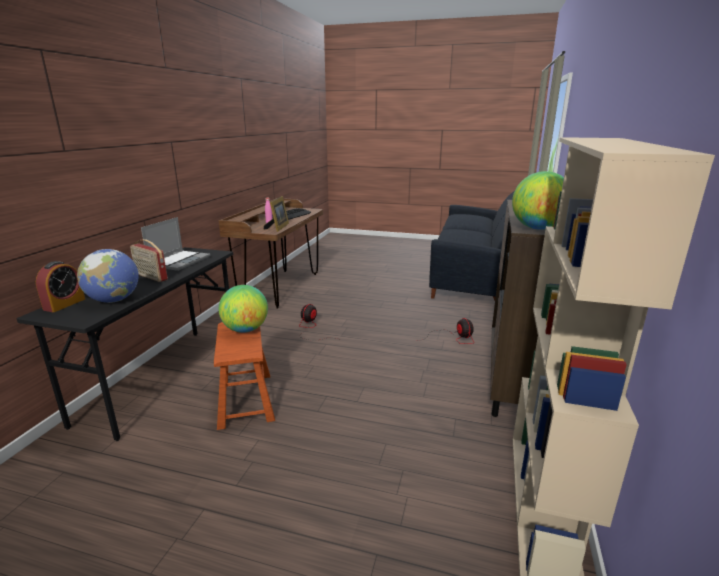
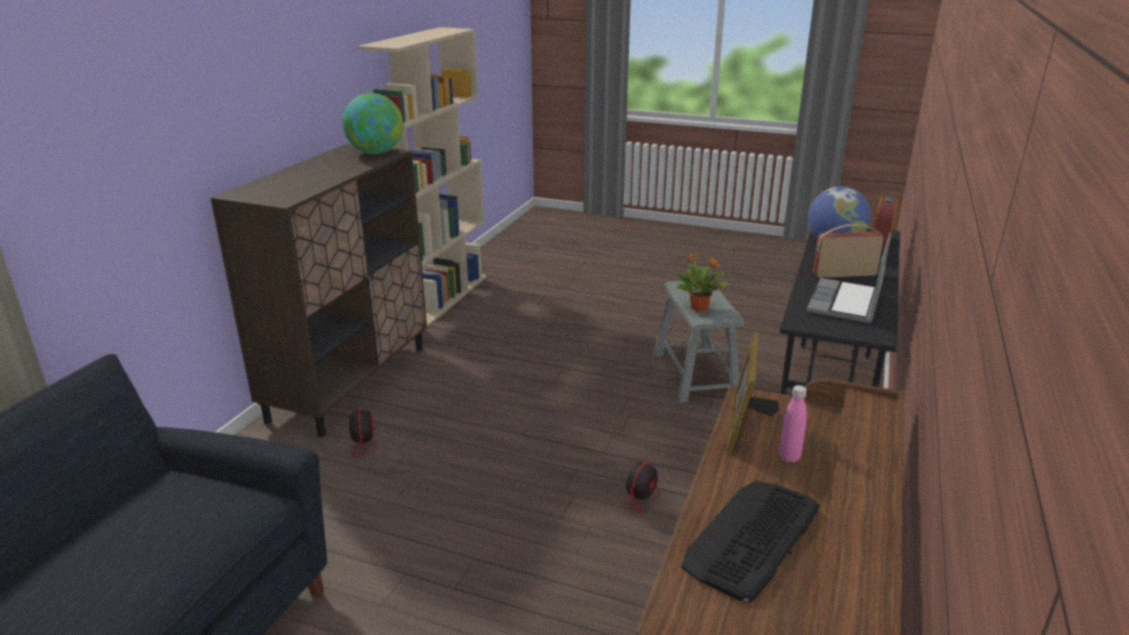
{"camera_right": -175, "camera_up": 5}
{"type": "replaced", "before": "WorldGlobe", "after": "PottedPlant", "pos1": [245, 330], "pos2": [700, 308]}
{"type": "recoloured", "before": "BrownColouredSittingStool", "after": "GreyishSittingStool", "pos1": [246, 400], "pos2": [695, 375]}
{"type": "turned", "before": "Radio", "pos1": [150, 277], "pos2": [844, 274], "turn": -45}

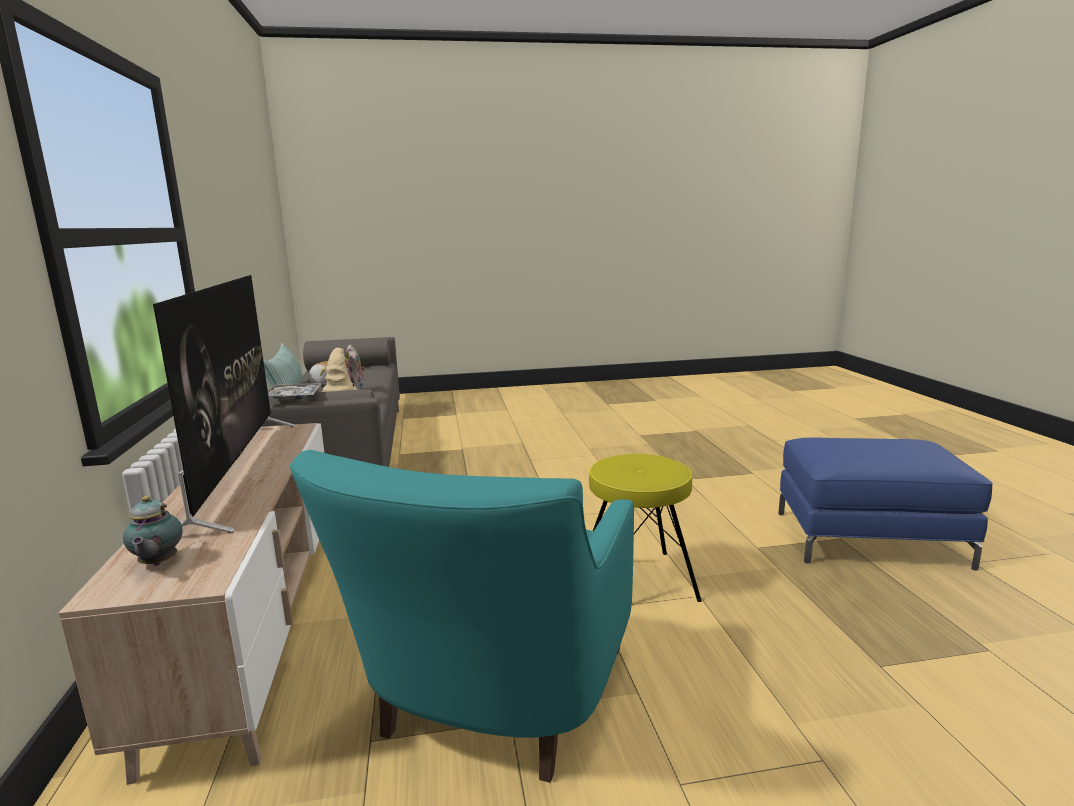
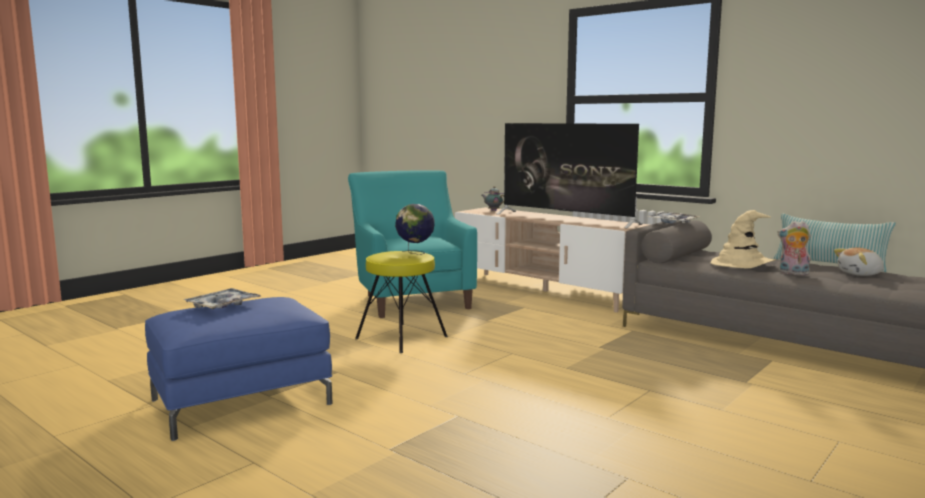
{"camera_right": 140, "camera_up": -5}
{"type": "added", "after": "Tray", "pos2": [222, 305]}
{"type": "added", "after": "WorldGlobe", "pos2": [415, 253]}

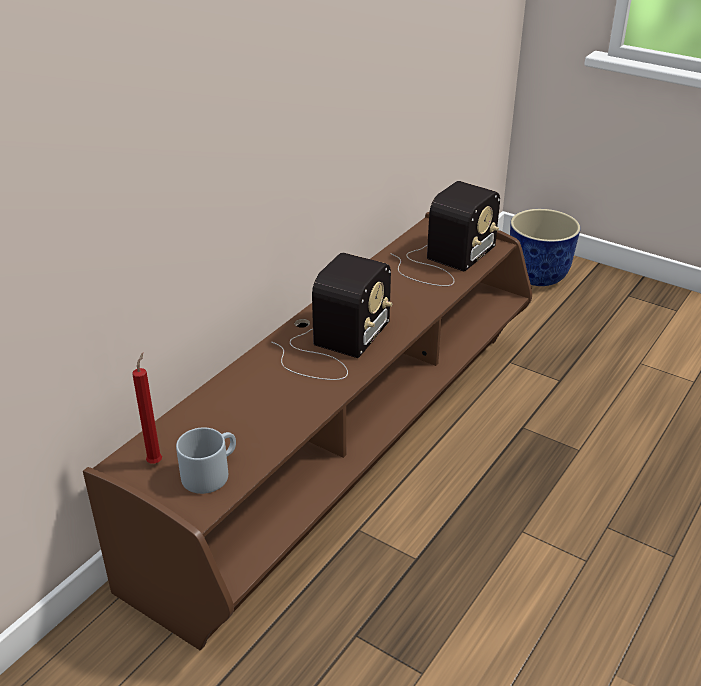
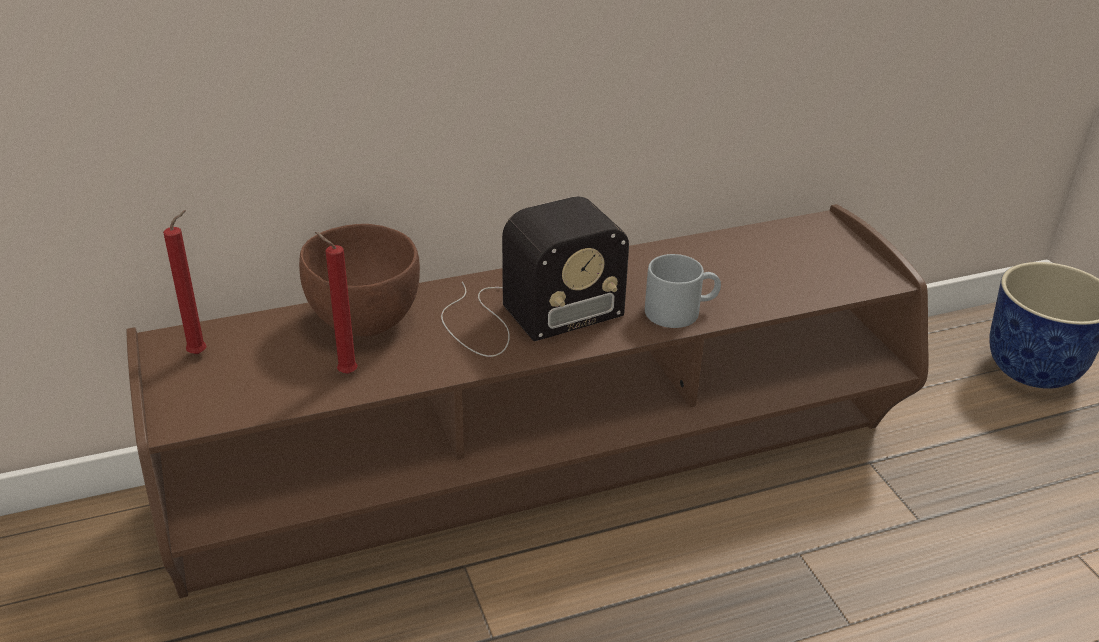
{"camera_right": 35, "camera_up": 0}
{"type": "removed", "before": "Radio", "pos1": [444, 260]}
{"type": "added", "after": "BrownColouredDeepDish", "pos2": [364, 320]}
{"type": "added", "after": "RedColouredCandle", "pos2": [344, 373]}
{"type": "moved", "before": "GreyishTeaMug", "pos1": [211, 472], "pos2": [680, 311]}

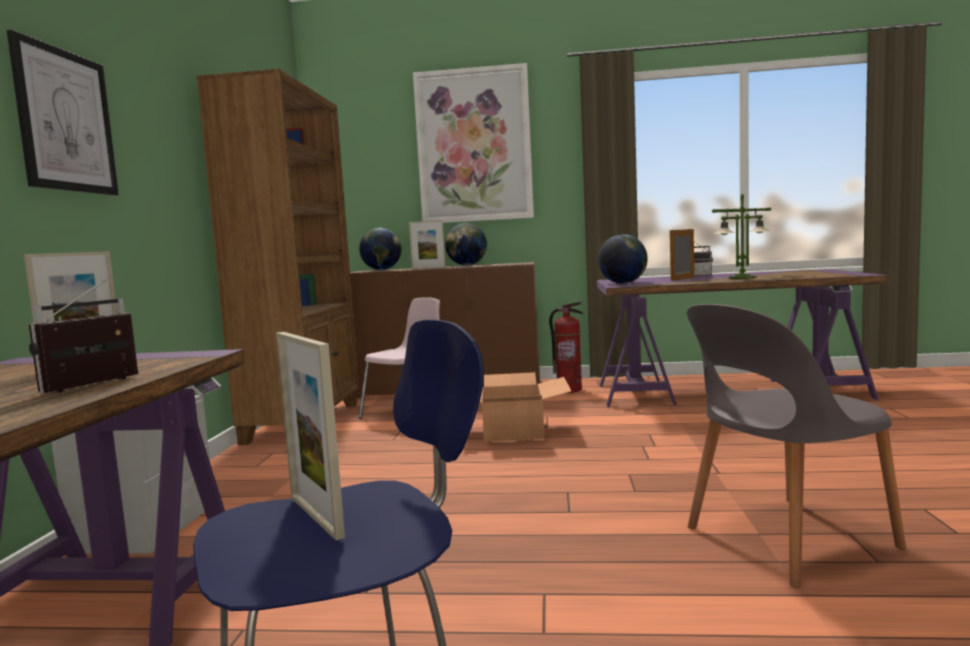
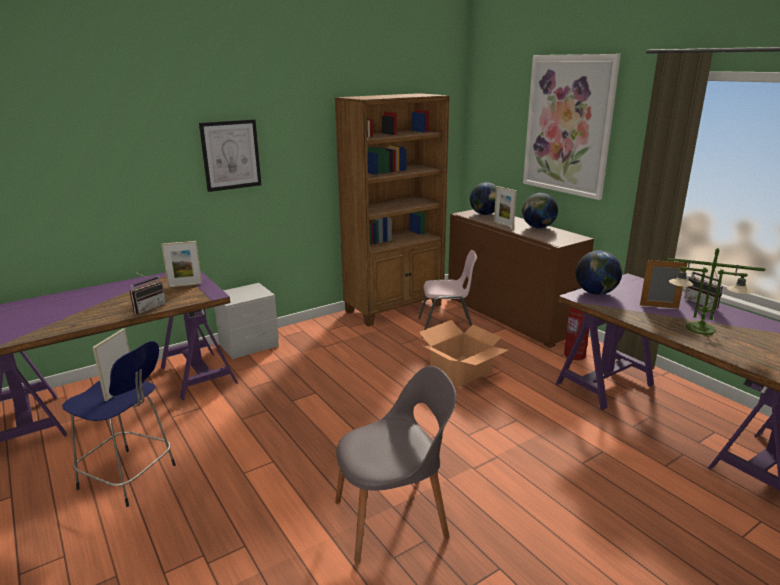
{"camera_right": 50, "camera_up": 15}
{"type": "turned", "before": "Radio", "pos1": [95, 386], "pos2": [148, 308], "turn": 135}
{"type": "turned", "before": "GreyishUprightChair", "pos1": [786, 539], "pos2": [394, 518], "turn": 135}

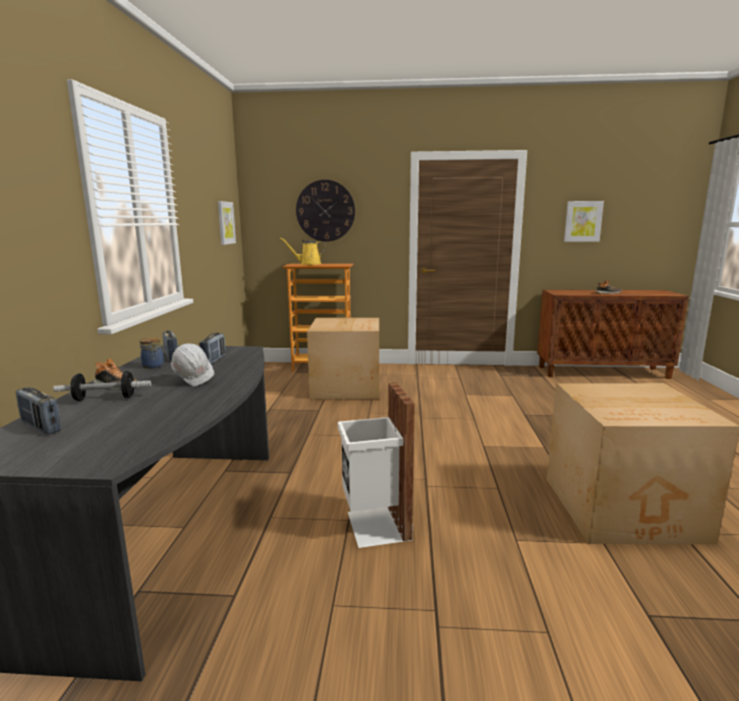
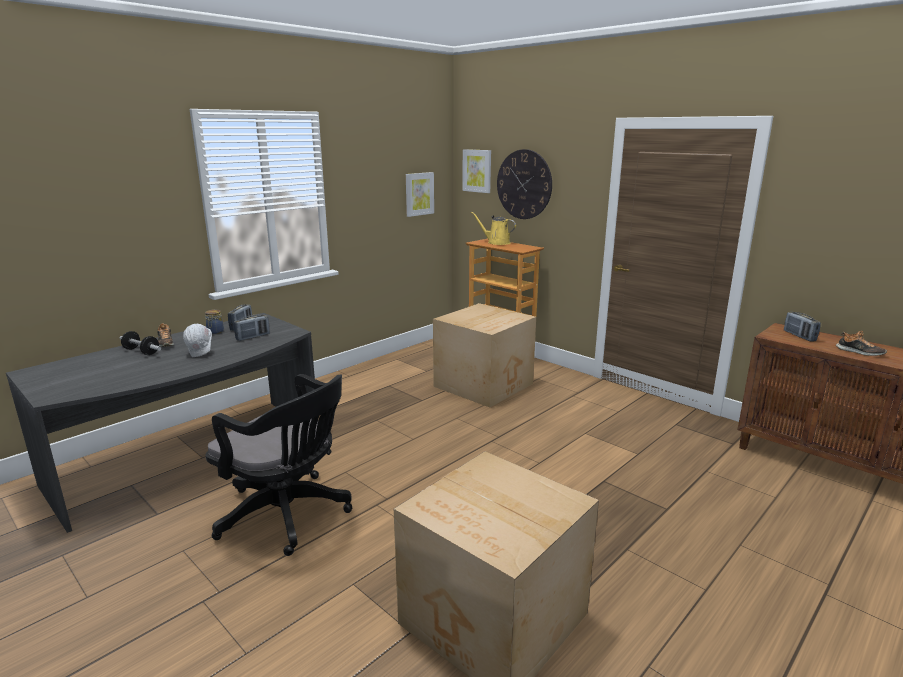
{"camera_right": 40, "camera_up": 5}
{"type": "moved", "before": "Radio", "pos1": [41, 427], "pos2": [799, 336]}
{"type": "moved", "before": "WallArt", "pos1": [583, 221], "pos2": [477, 171]}
{"type": "replaced", "before": "WhiteColouredRubbishBin", "after": "BlackColouredDeskChair", "pos1": [375, 526], "pos2": [289, 515]}

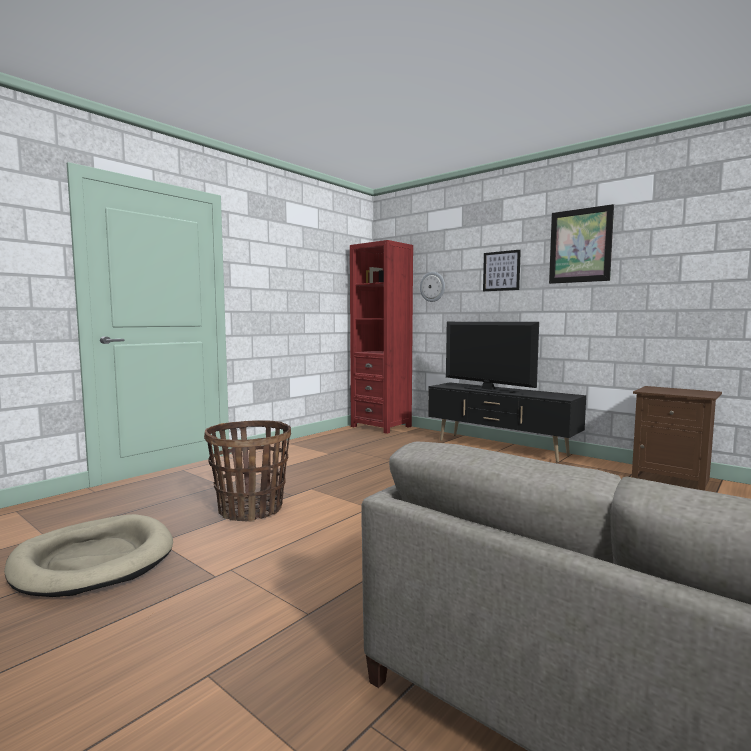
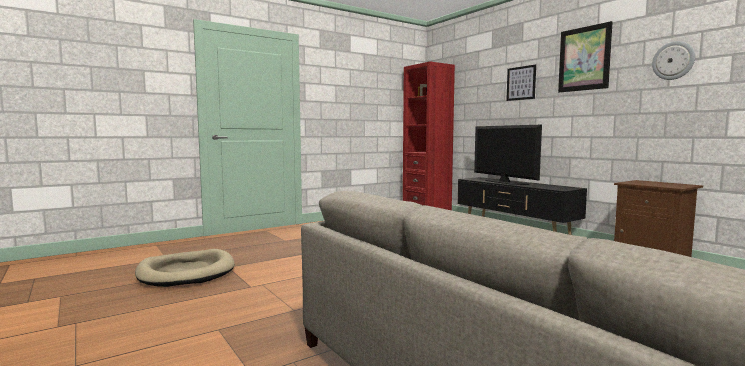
{"camera_right": 15, "camera_up": 0}
{"type": "removed", "before": "StorageBasket", "pos1": [251, 509]}
{"type": "moved", "before": "HangingClock", "pos1": [432, 286], "pos2": [673, 60]}

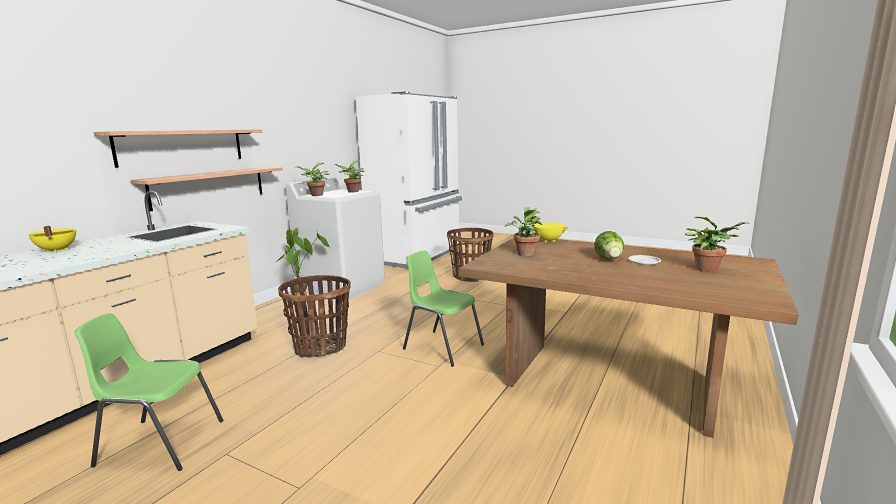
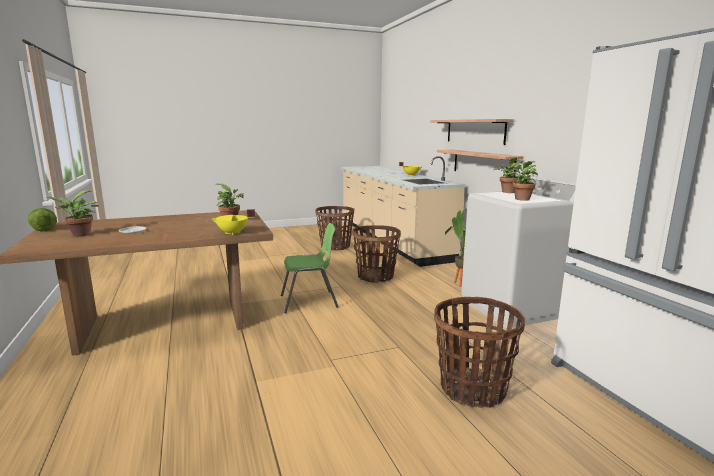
{"camera_right": 130, "camera_up": 0}
{"type": "moved", "before": "LettuceHead", "pos1": [609, 259], "pos2": [43, 229]}
{"type": "replaced", "before": "GreenUprightChair", "after": "StorageBasket", "pos1": [159, 443], "pos2": [335, 247]}

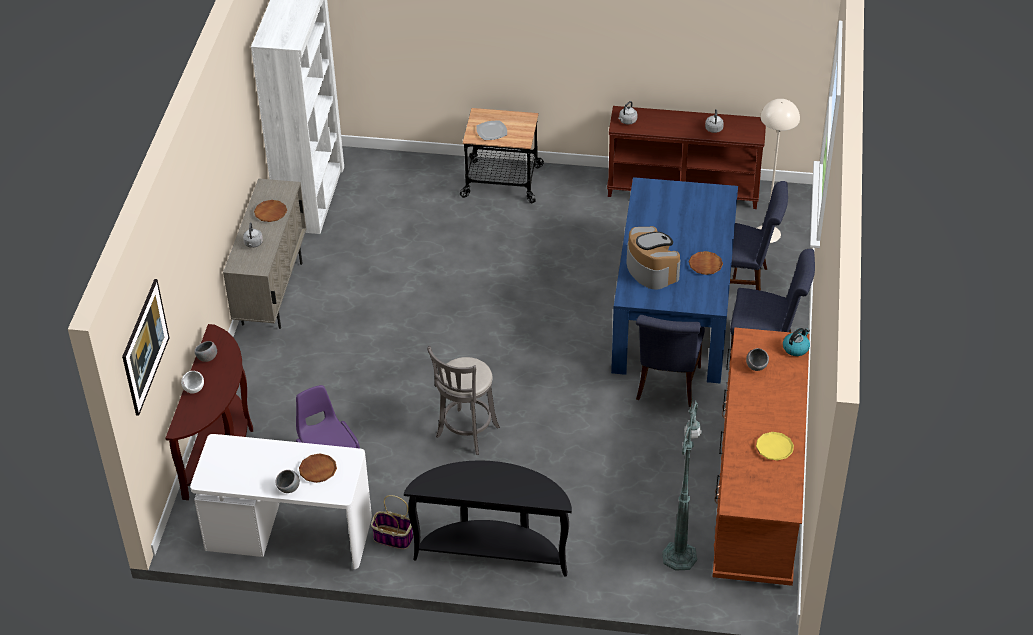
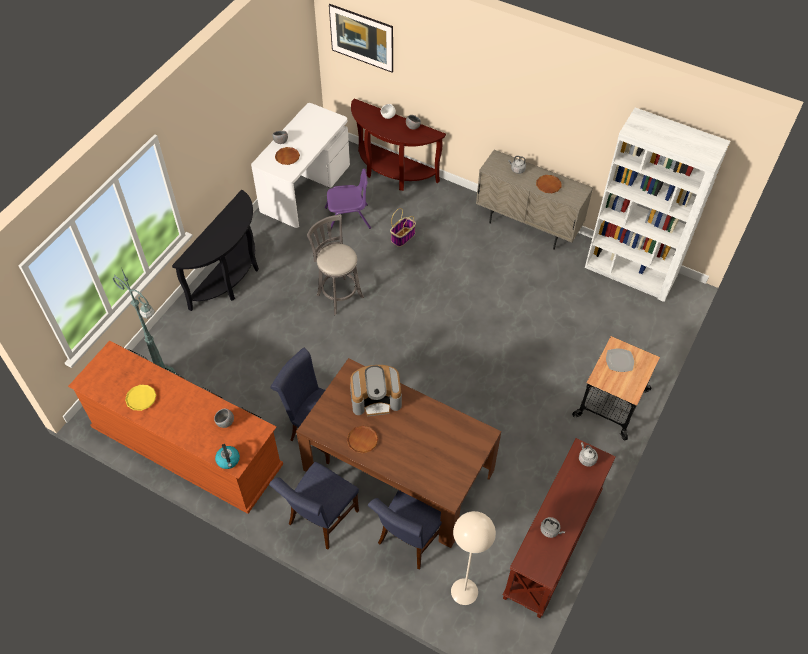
{"camera_right": 110, "camera_up": 10}
{"type": "moved", "before": "StorageBasket", "pos1": [392, 538], "pos2": [403, 236]}
{"type": "recoloured", "before": "BlueKitchenTable", "after": "BrownColouredKitchenTable", "pos1": [673, 311], "pos2": [398, 470]}

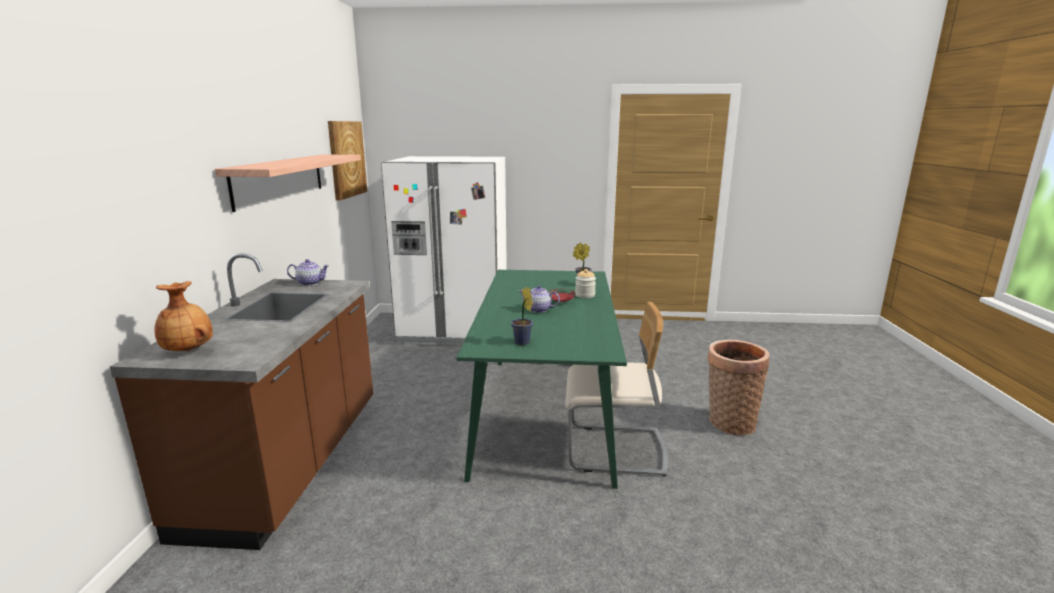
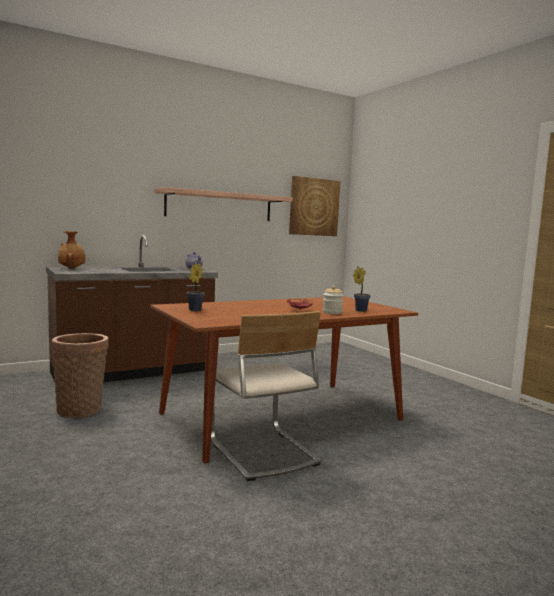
{"camera_right": 55, "camera_up": -10}
{"type": "removed", "before": "WhiteColouredKitchenFridge", "pos1": [455, 330]}
{"type": "removed", "before": "TeaPot", "pos1": [538, 310]}
{"type": "moved", "before": "StorageBasket", "pos1": [729, 422], "pos2": [81, 409]}
{"type": "recoloured", "before": "GreenKitchenTable", "after": "BrownColouredKitchenTable", "pos1": [546, 413], "pos2": [281, 417]}

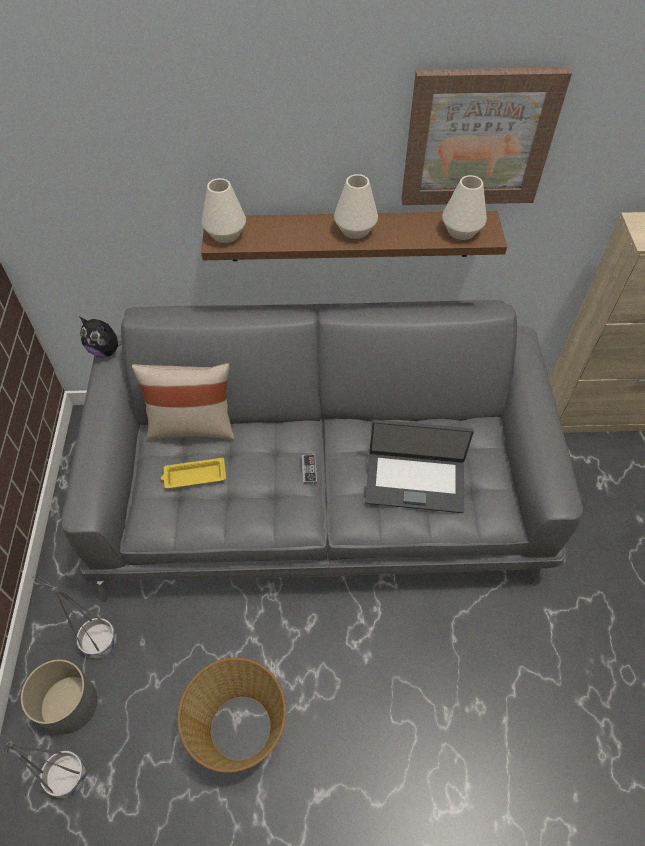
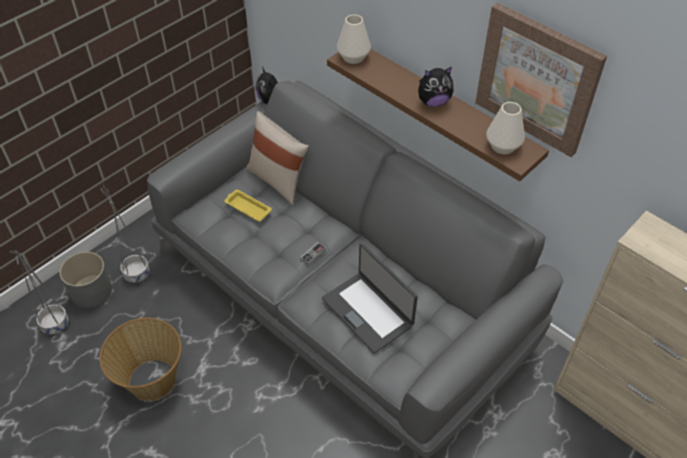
{"camera_right": 45, "camera_up": -5}
{"type": "replaced", "before": "WhiteColouredDecorativeVase", "after": "SoftToy", "pos1": [355, 229], "pos2": [433, 102]}

